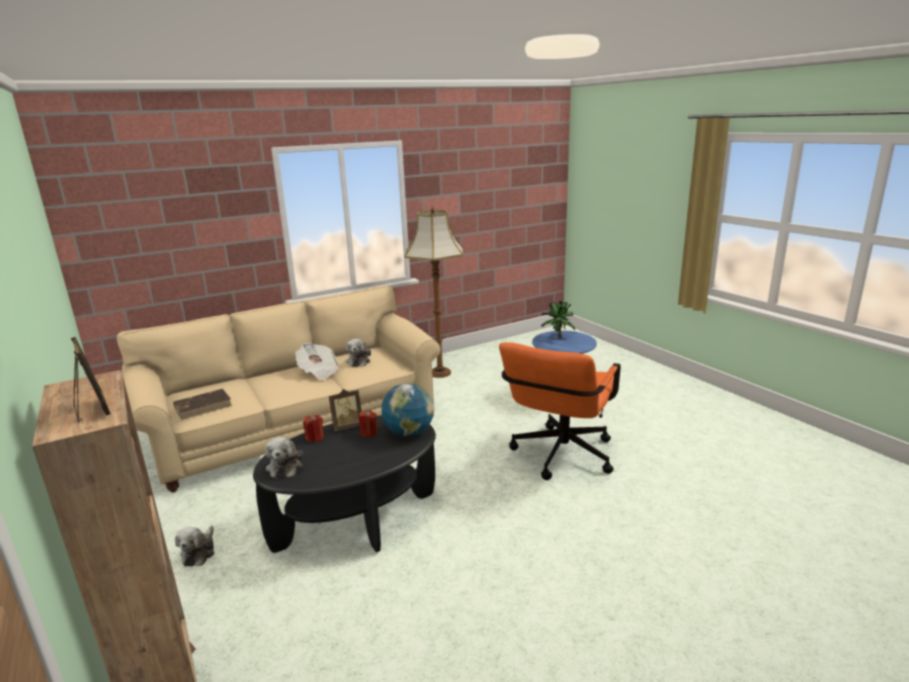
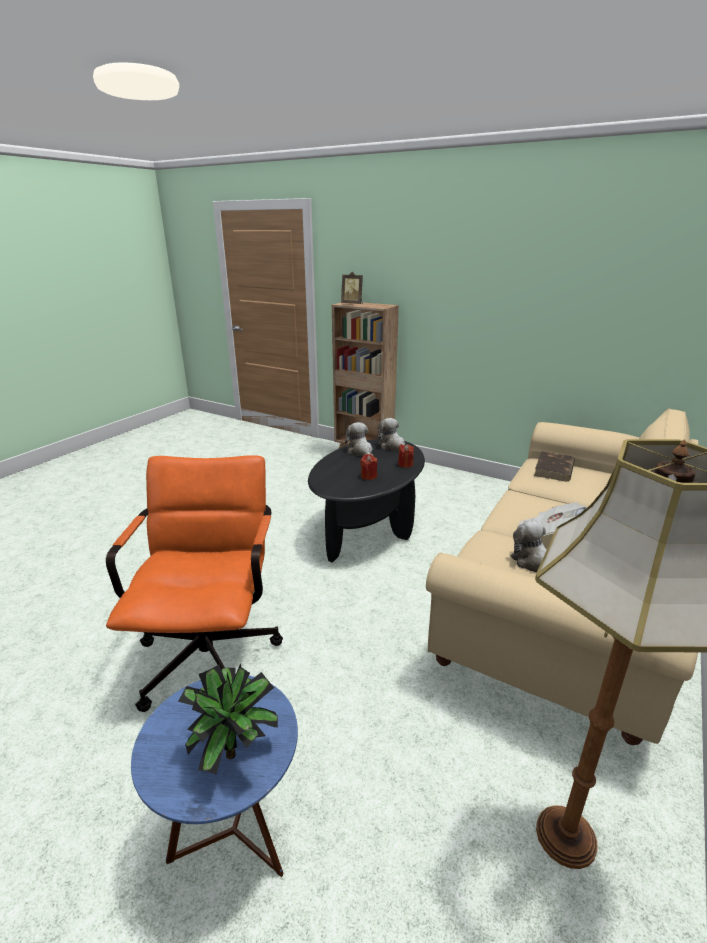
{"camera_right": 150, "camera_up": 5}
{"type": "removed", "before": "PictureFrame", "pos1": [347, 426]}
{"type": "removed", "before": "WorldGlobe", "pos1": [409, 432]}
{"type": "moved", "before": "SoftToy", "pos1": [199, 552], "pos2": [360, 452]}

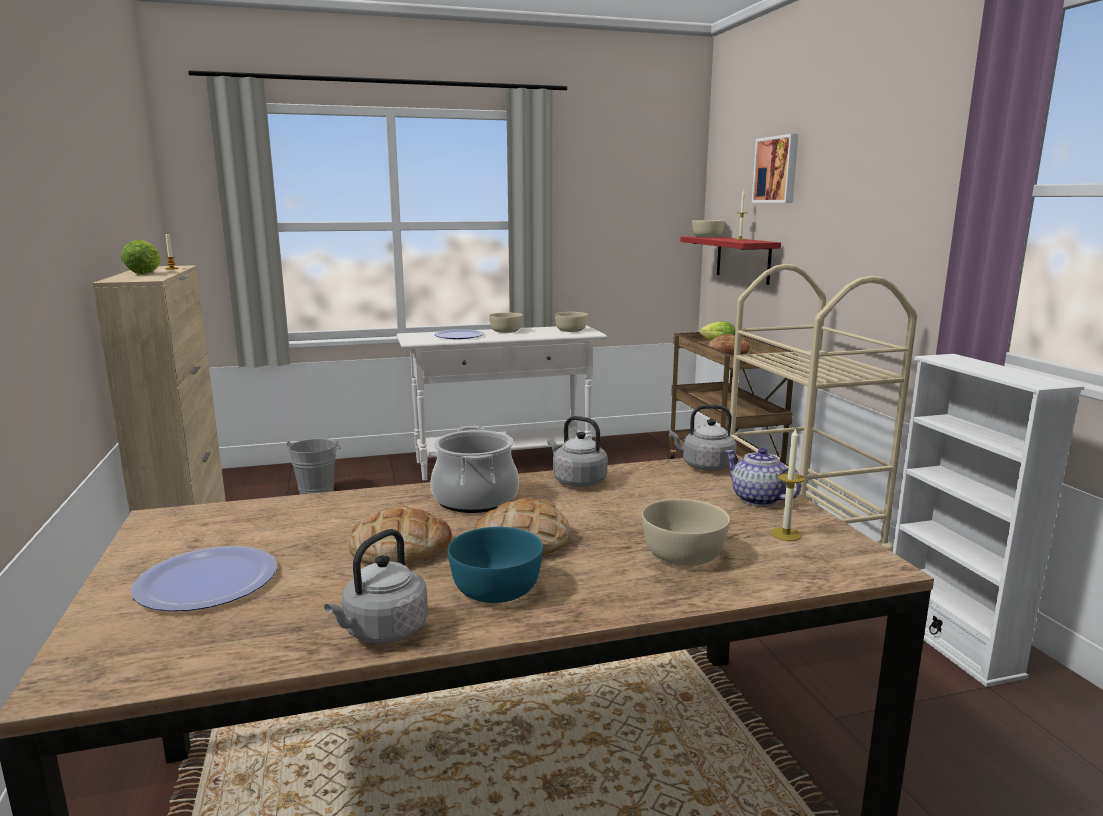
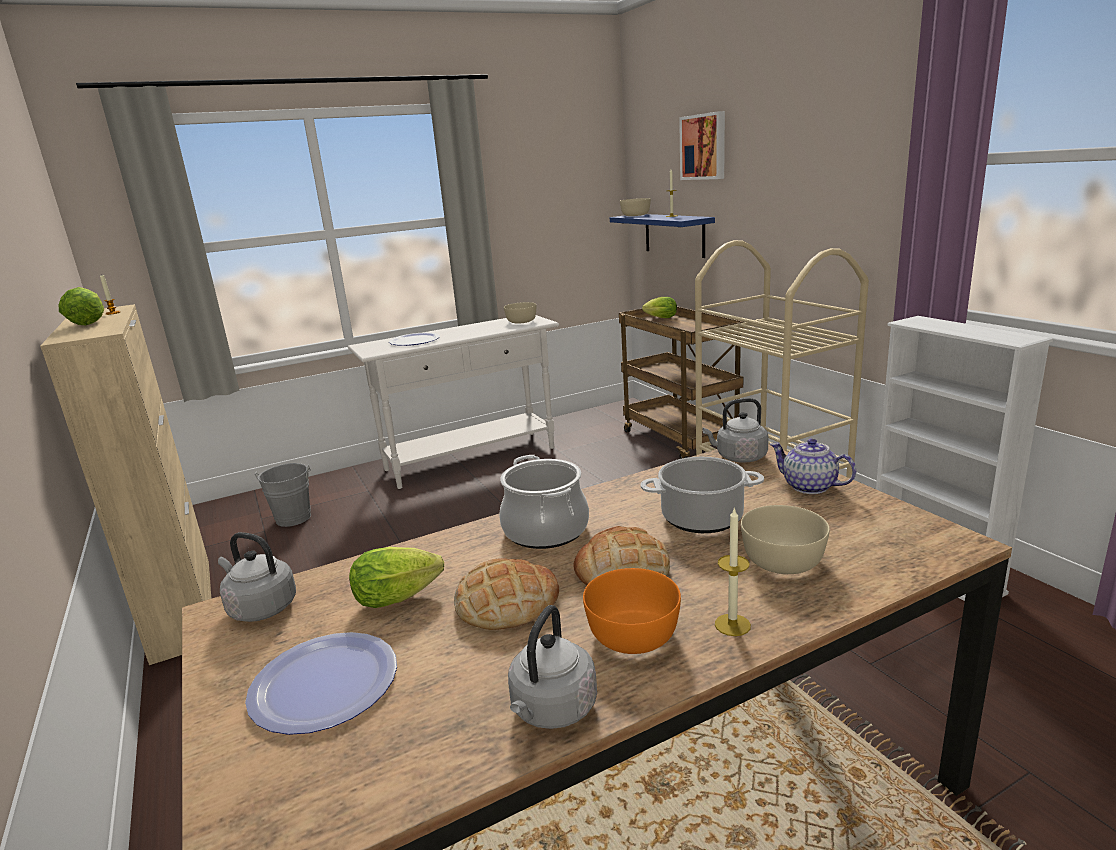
{"camera_right": -10, "camera_up": 5}
{"type": "removed", "before": "BeigeColouredDeepDish", "pos1": [505, 331]}
{"type": "removed", "before": "BakeryBread", "pos1": [728, 351]}
{"type": "added", "after": "LettuceHead", "pos2": [402, 597]}
{"type": "added", "after": "Saucepot", "pos2": [703, 518]}
{"type": "moved", "before": "GreyishTeaKettle", "pos1": [577, 481], "pos2": [260, 607]}
{"type": "moved", "before": "Candle", "pos1": [785, 534], "pos2": [732, 625]}
{"type": "recoloured", "before": "BlueGreenDeepDish", "after": "OrangeDeepDish", "pos1": [497, 589], "pos2": [634, 635]}
{"type": "recoloured", "before": "RedColouredWallShelf", "after": "BlueWallShelf", "pos1": [743, 259], "pos2": [674, 234]}

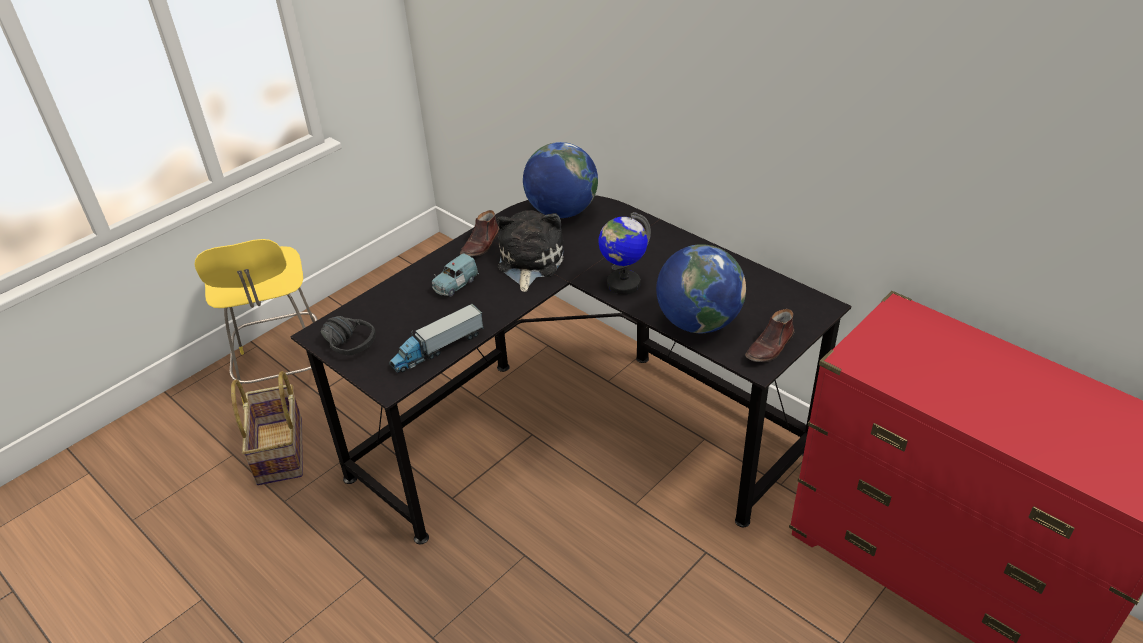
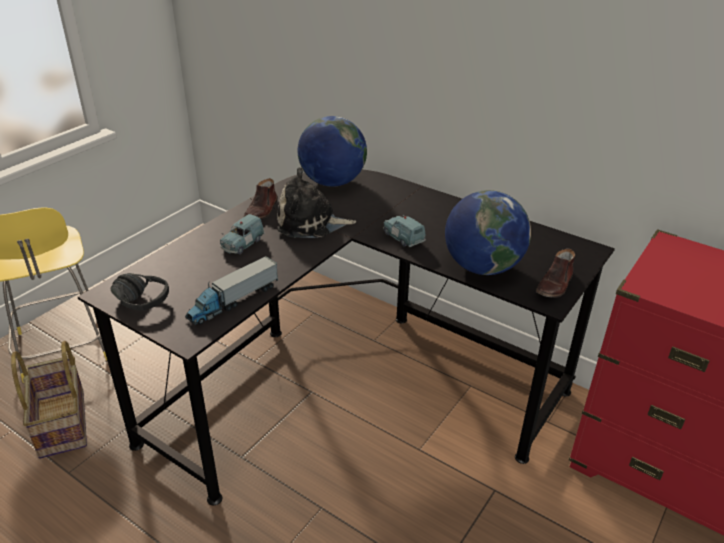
{"camera_right": -10, "camera_up": -5}
{"type": "replaced", "before": "WorldGlobe", "after": "BlueToyCar", "pos1": [623, 283], "pos2": [403, 237]}
{"type": "turned", "before": "SoftToy", "pos1": [529, 262], "pos2": [310, 223], "turn": -90}

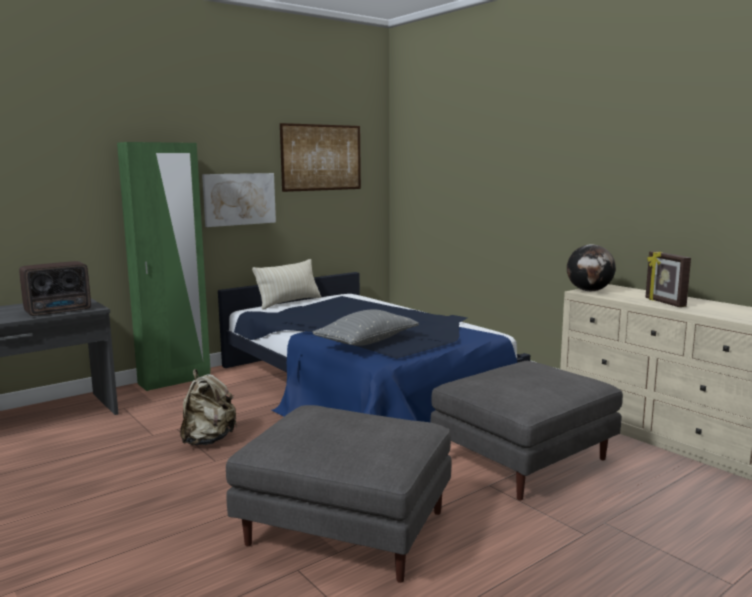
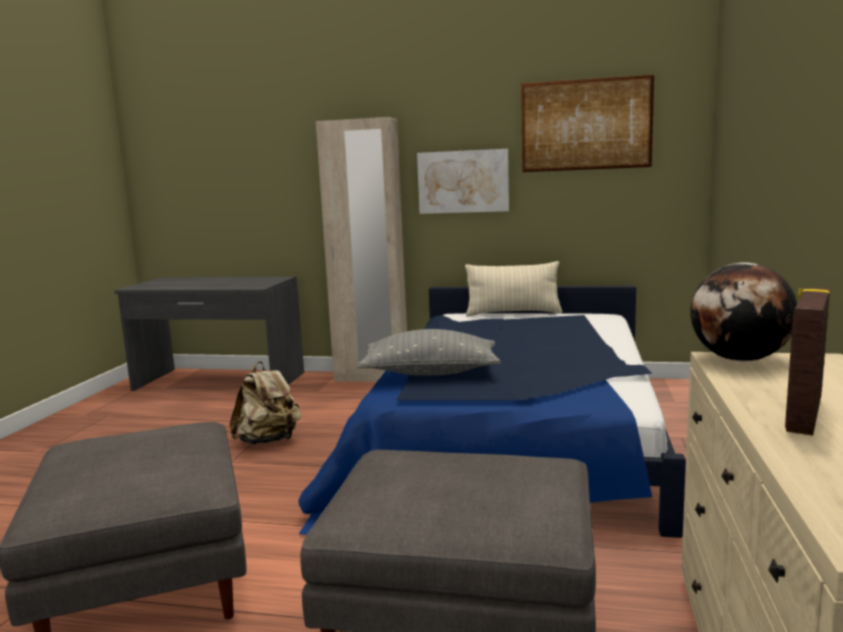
{"camera_right": 50, "camera_up": 0}
{"type": "removed", "before": "Radio", "pos1": [60, 311]}
{"type": "recoloured", "before": "GreenArmoire", "after": "BeigeColouredArmoire", "pos1": [175, 380], "pos2": [371, 378]}

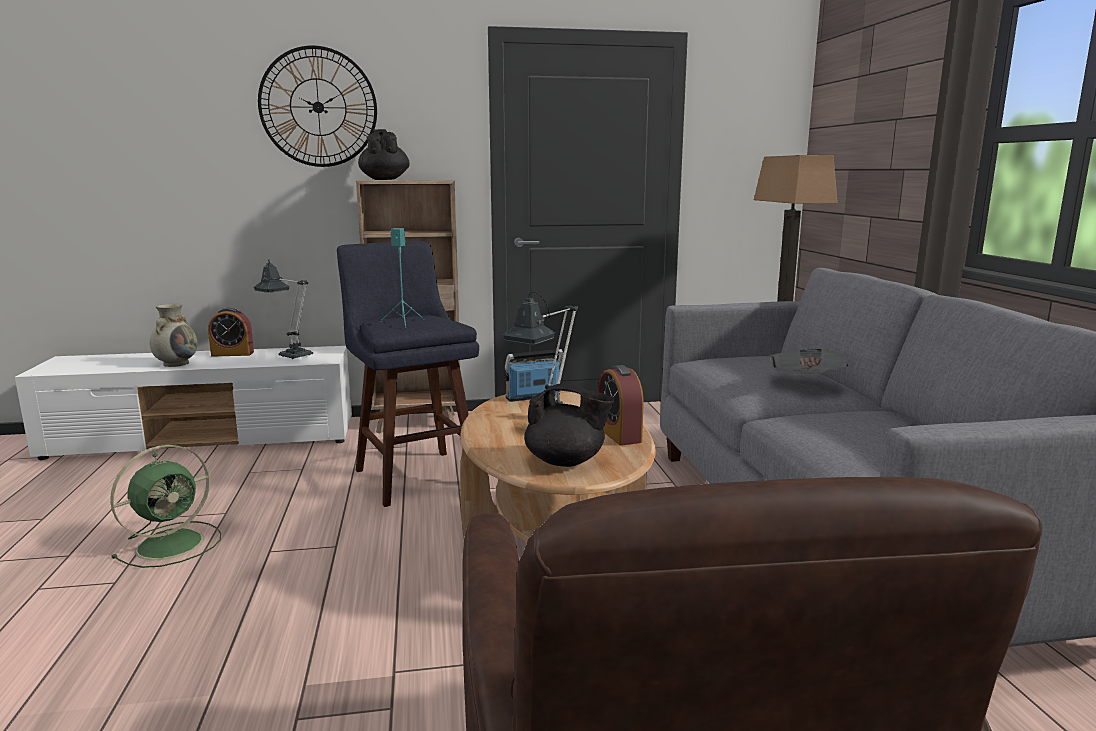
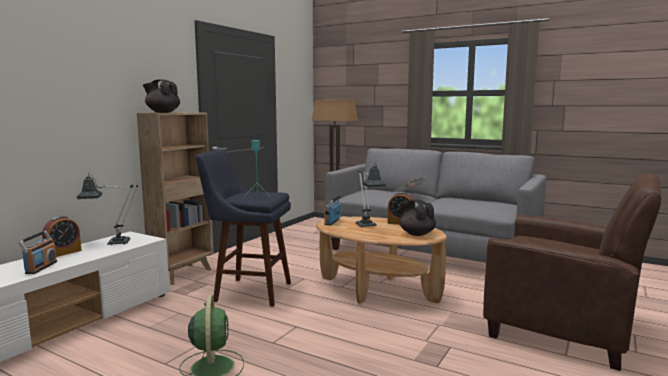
{"camera_right": -50, "camera_up": -5}
{"type": "removed", "before": "HangingClock", "pos1": [318, 107]}
{"type": "replaced", "before": "BeigeColouredDecorativeVase", "after": "Radio", "pos1": [176, 363], "pos2": [41, 267]}
{"type": "turned", "before": "BlackColouredTeaPot", "pos1": [566, 461], "pos2": [416, 234], "turn": -90}

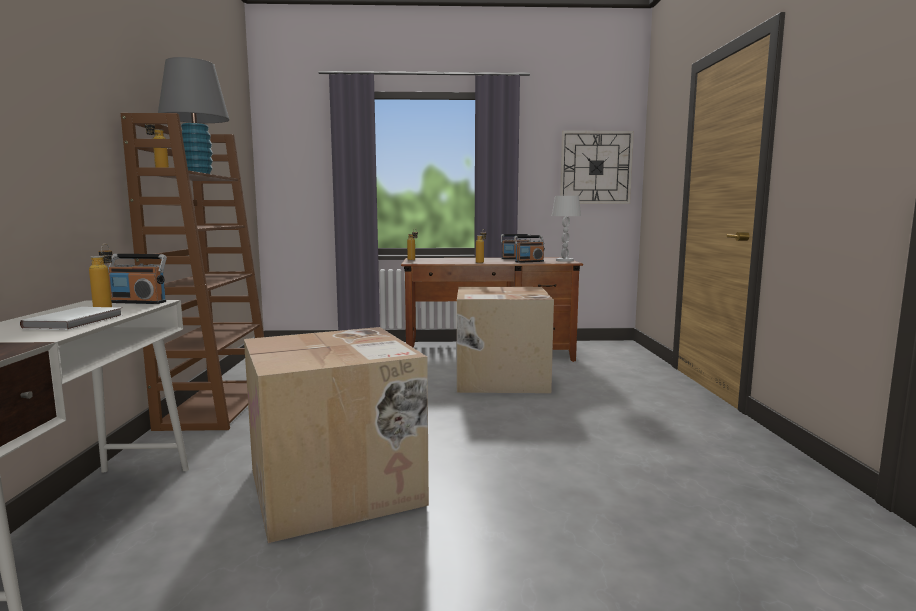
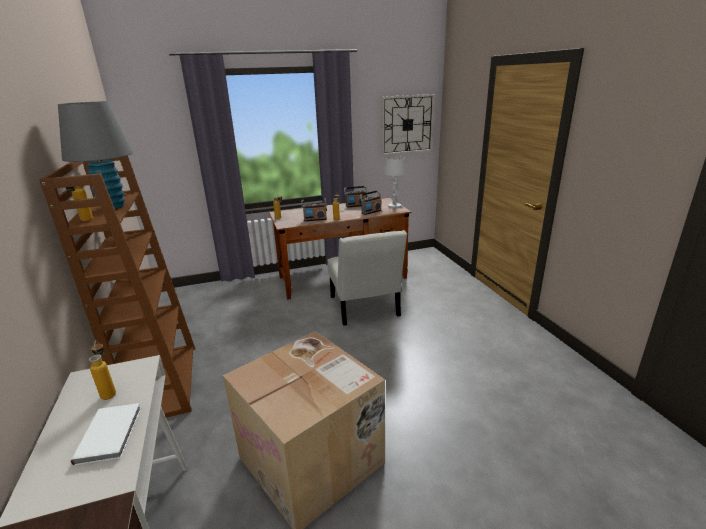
{"camera_right": -15, "camera_up": 15}
{"type": "moved", "before": "Radio", "pos1": [138, 302], "pos2": [315, 219]}
{"type": "replaced", "before": "CardboardBox", "after": "WhiteColouredUprightChair", "pos1": [499, 379], "pos2": [365, 308]}

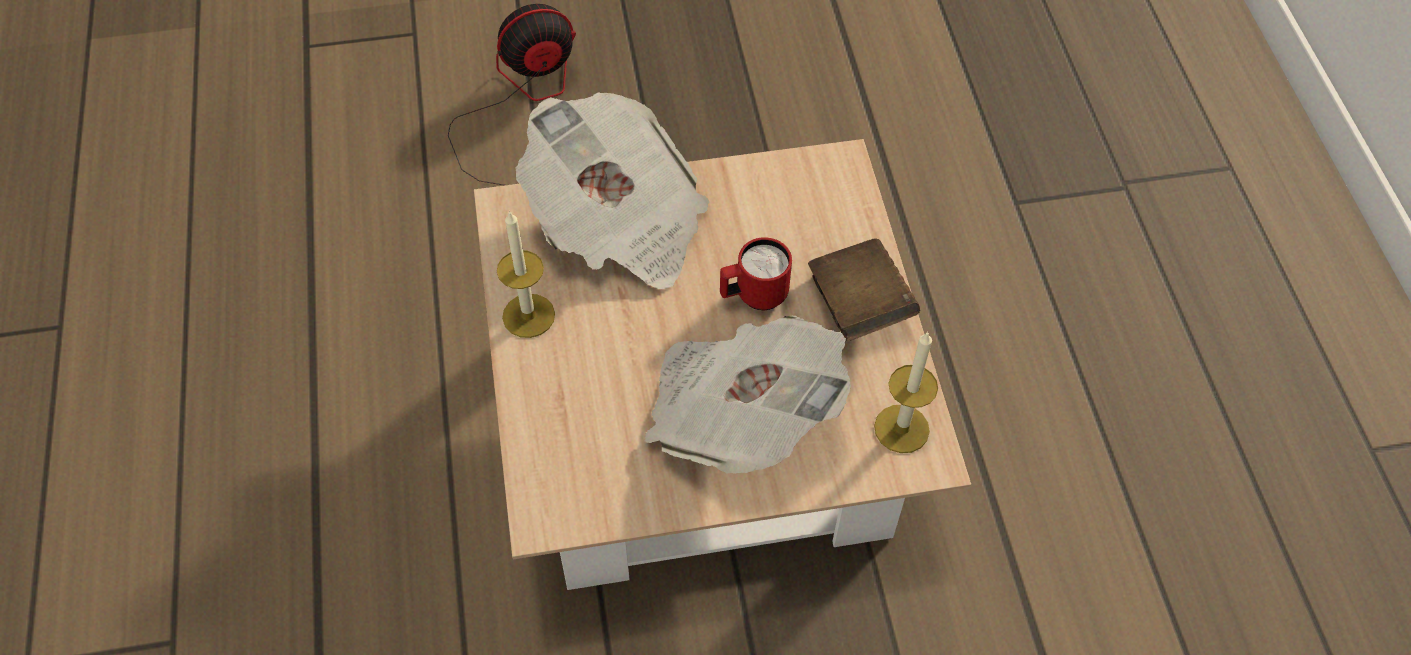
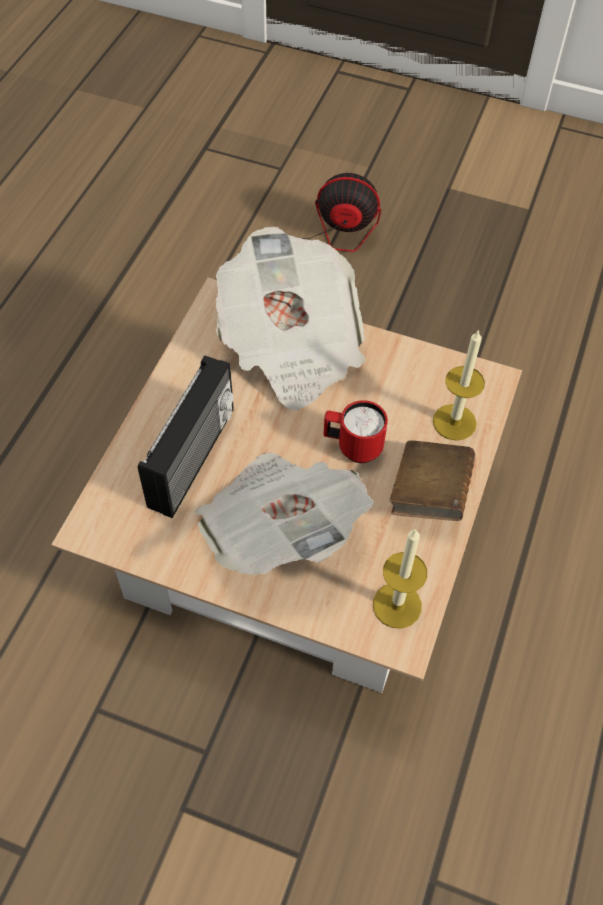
{"camera_right": 30, "camera_up": 0}
{"type": "added", "after": "Radio", "pos2": [194, 458]}
{"type": "moved", "before": "Candle", "pos1": [528, 315], "pos2": [454, 422]}

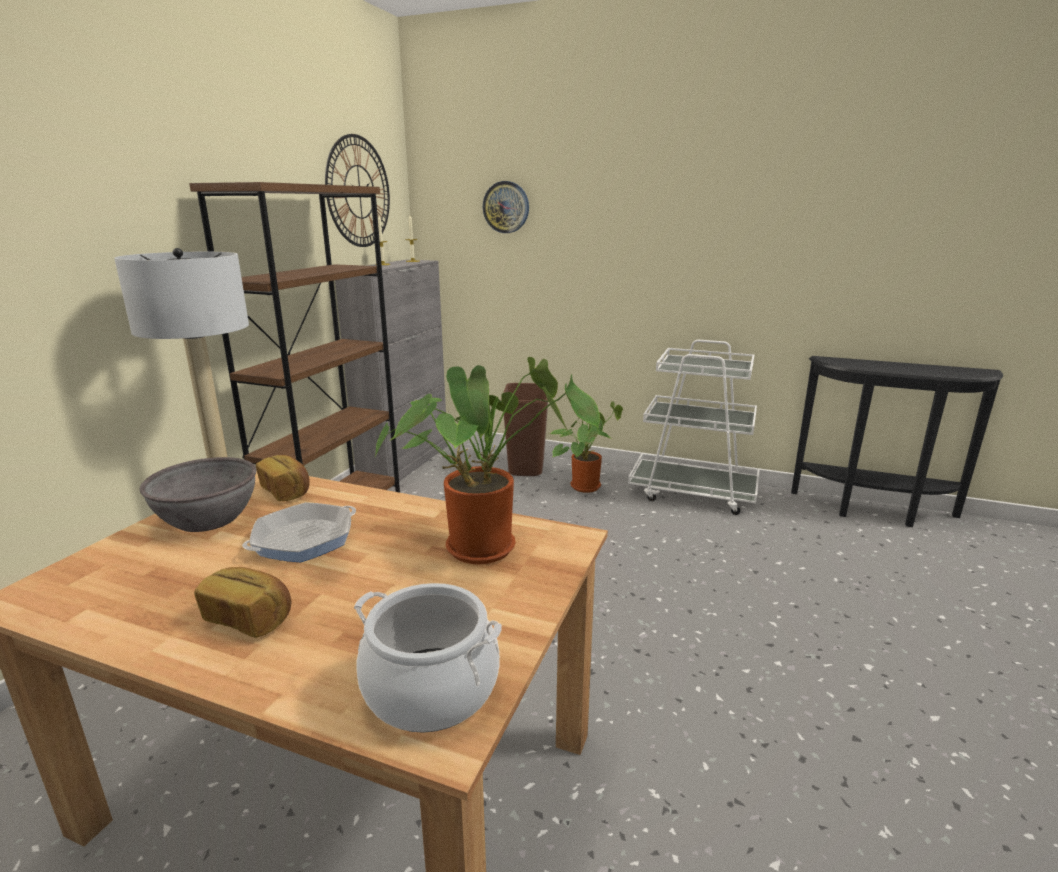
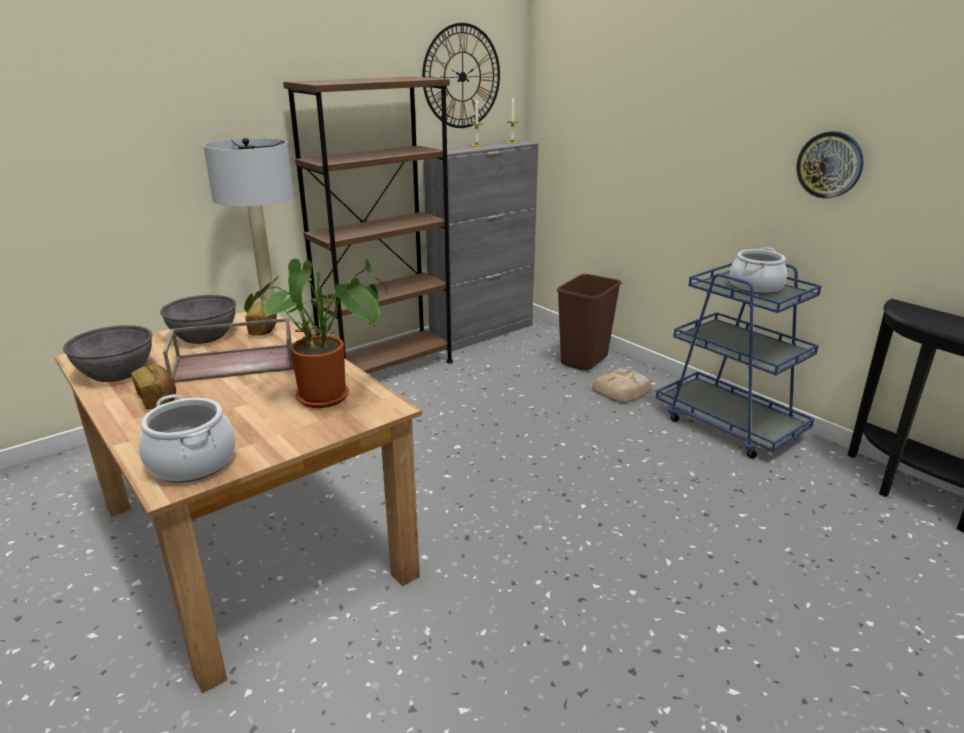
{"camera_right": 30, "camera_up": 5}
{"type": "added", "after": "GreyishDeepDish", "pos2": [117, 372]}
{"type": "added", "after": "Saucepot", "pos2": [755, 287]}
{"type": "moved", "before": "HangingClock", "pos1": [506, 207], "pos2": [830, 165]}
{"type": "replaced", "before": "Pan", "after": "BrownColouredTray", "pos1": [304, 539], "pos2": [235, 363]}
{"type": "replaced", "before": "PottedPlant", "after": "BakeryBread", "pos1": [584, 485], "pos2": [622, 390]}
{"type": "recoloured", "before": "WhiteColouredCart", "after": "BlueCart", "pos1": [693, 492], "pos2": [729, 425]}

